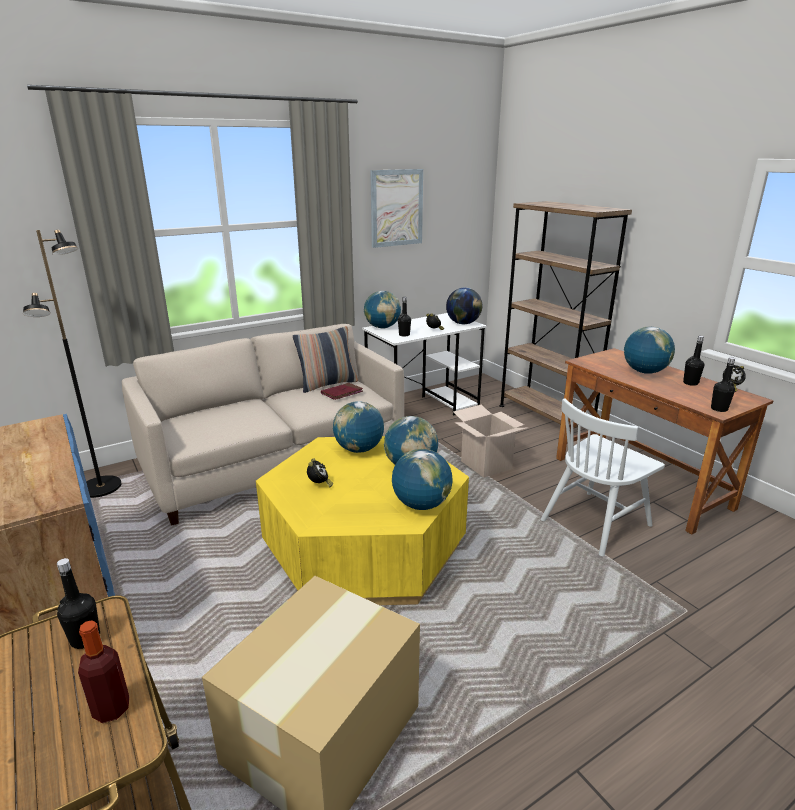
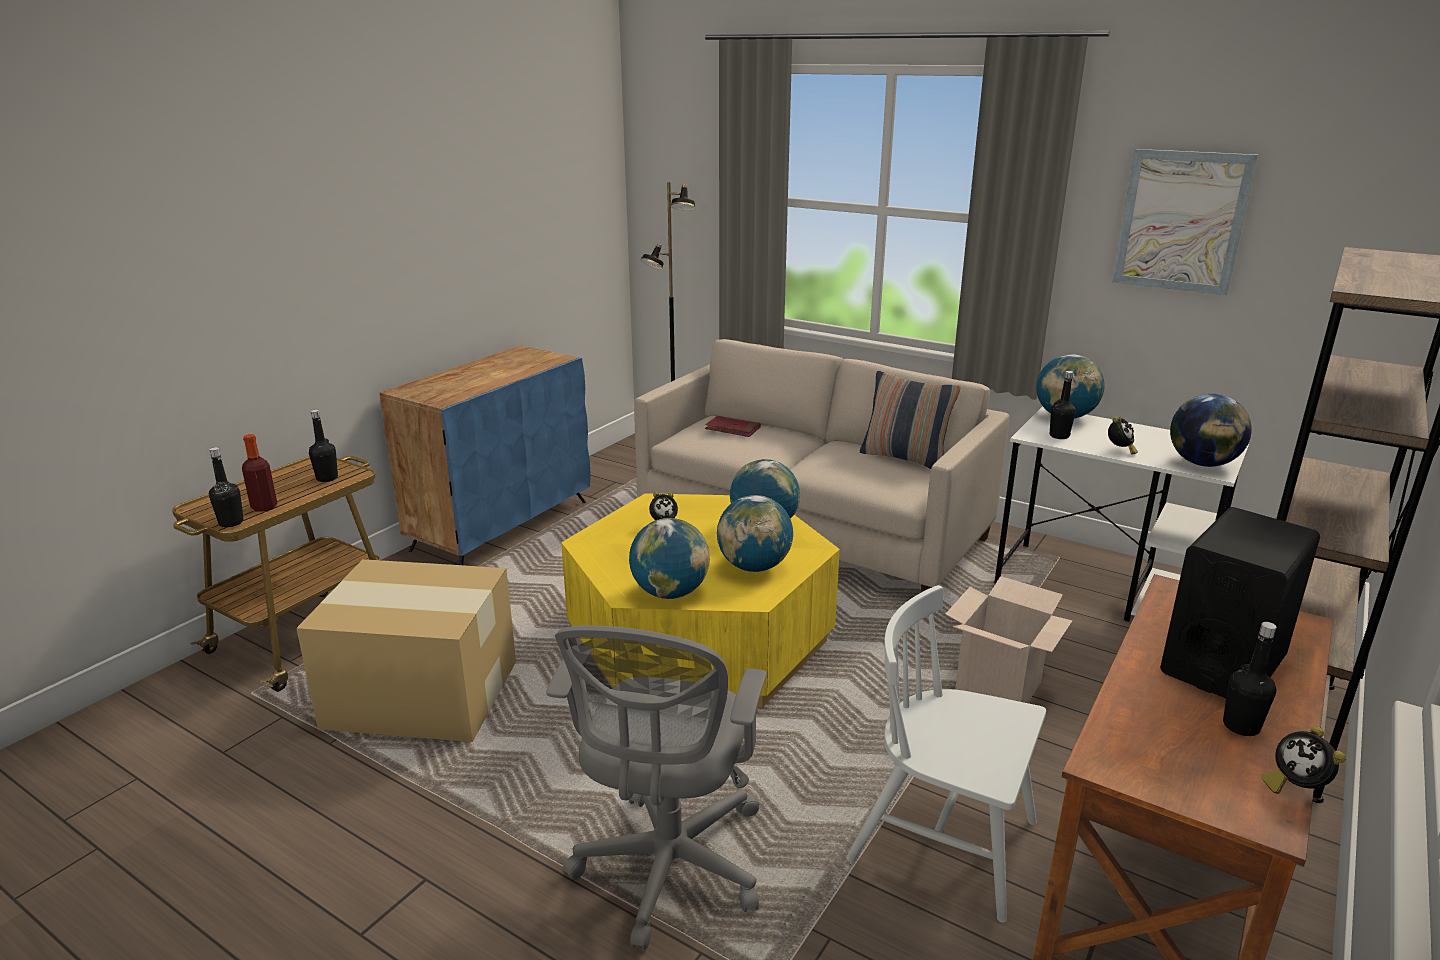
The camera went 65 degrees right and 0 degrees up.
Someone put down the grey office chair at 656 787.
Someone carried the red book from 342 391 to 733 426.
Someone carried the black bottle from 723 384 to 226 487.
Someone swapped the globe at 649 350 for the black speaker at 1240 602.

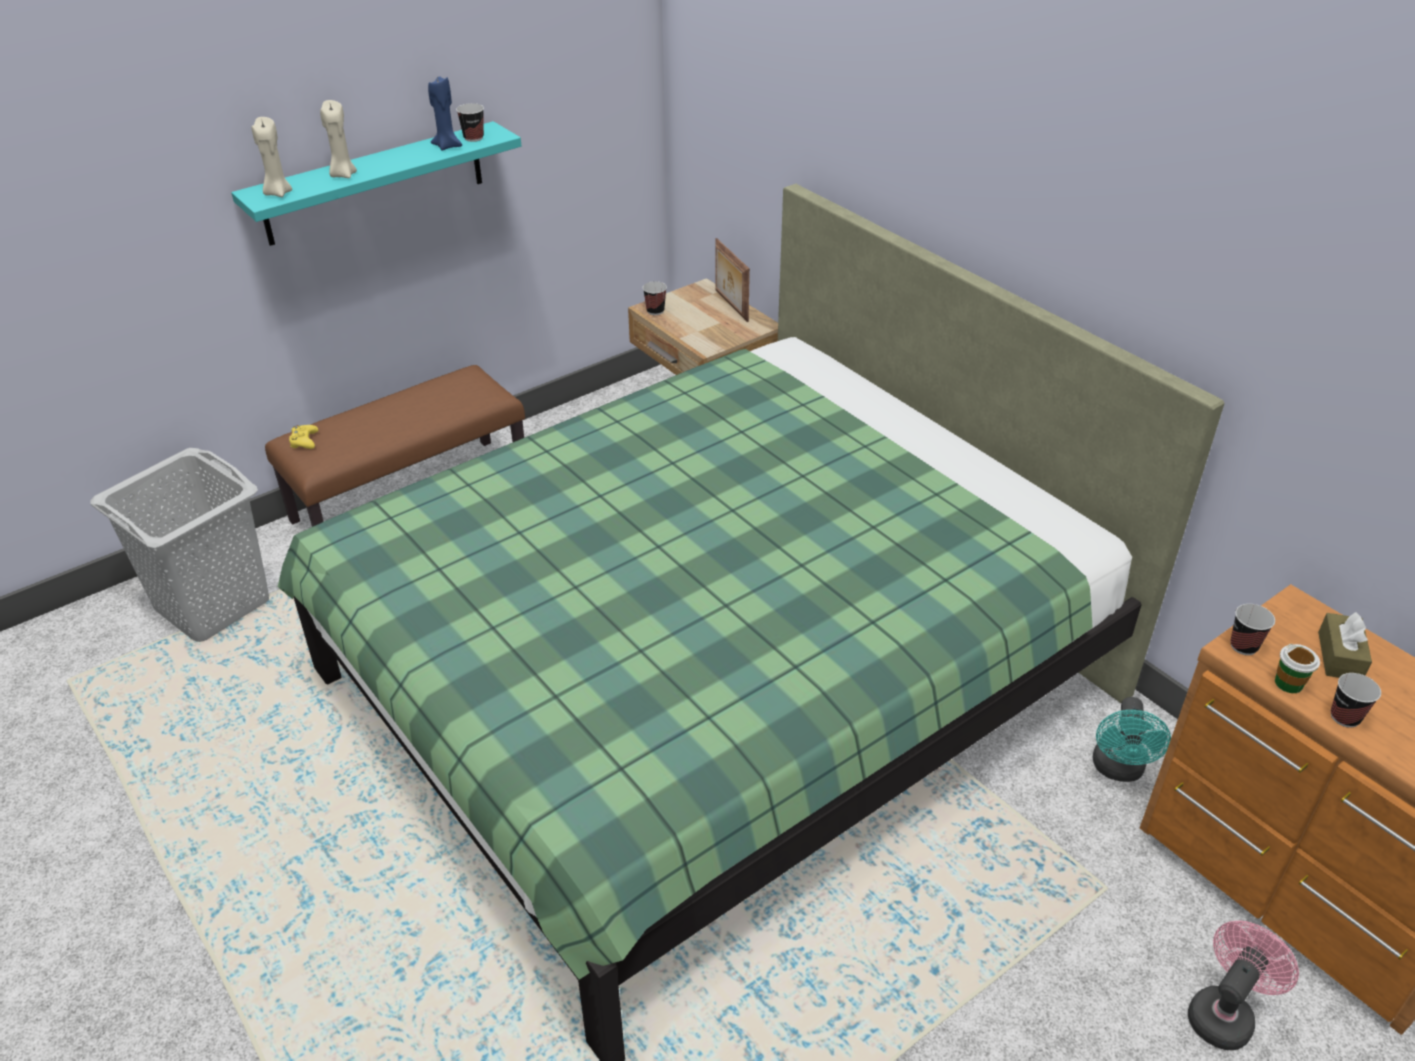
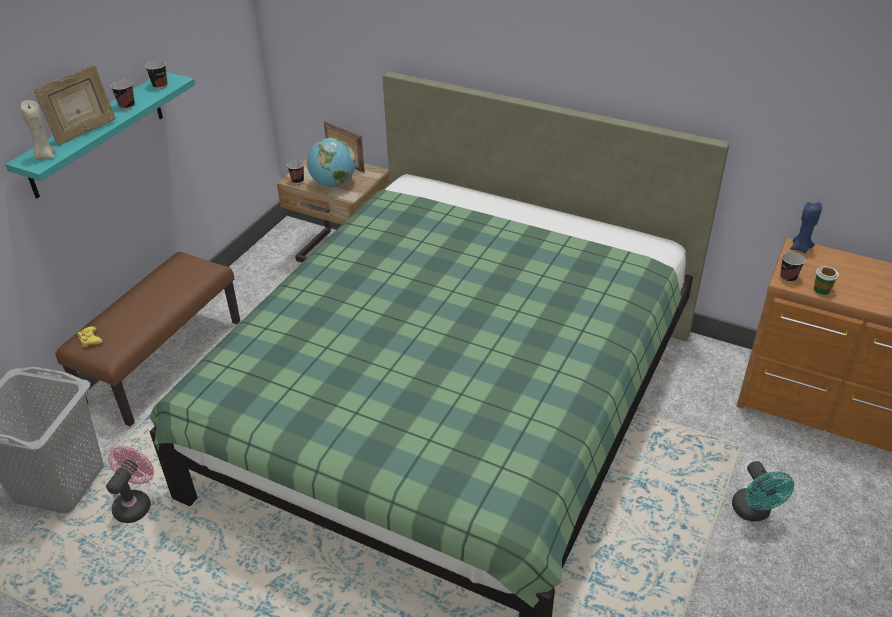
The camera went 25 degrees left and 0 degrees up.
Someone took away the brown tissue box at 1345 645.
Someone put down the globe at 331 162.
Someone carried the blue candle from 445 113 to 806 227.
Someone carried the turquoise fan from 1132 739 to 763 491.
Someone carried the pink fan from 1243 985 to 130 484.
Someone carried the cup from 1356 700 to 123 94.
Someone swapped the beige candle at 338 139 for the picture frame at 75 105.

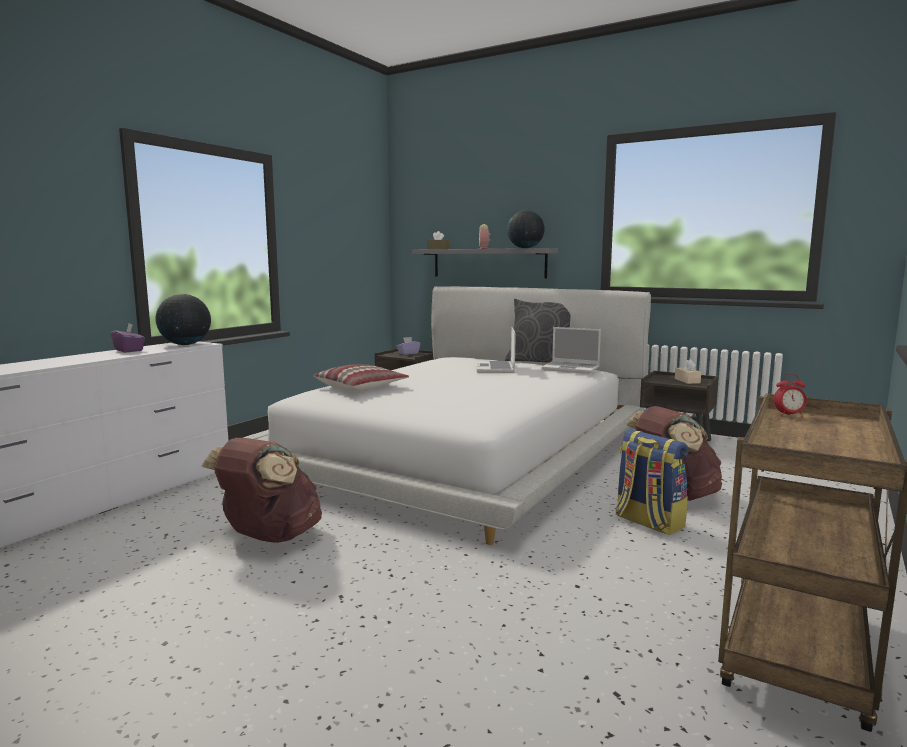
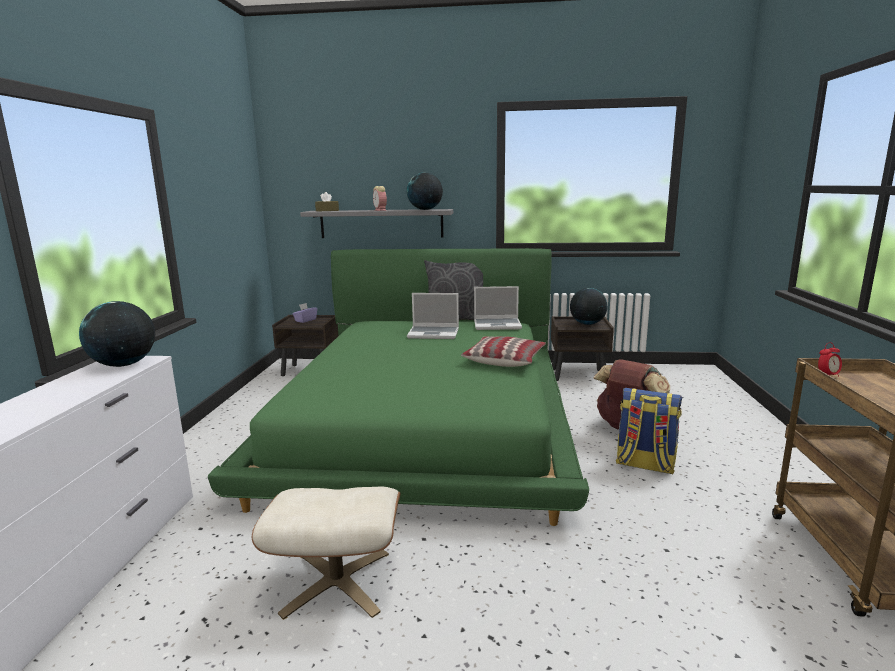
The camera went 25 degrees left and 5 degrees up.
Someone took away the purple tissue box at 128 338.
Someone carried the pillow from 361 378 to 503 351.
Someone swapped the brown backpack at 262 490 for the beige ottoman at 326 553.
Someone swapped the beige tissue box at 688 371 for the globe at 589 306.
Someone repainted the white bed at 452 415, which became the green bed at 398 387.
Someone rotated the laptop at 496 350 by 60 degrees counterclockwise.

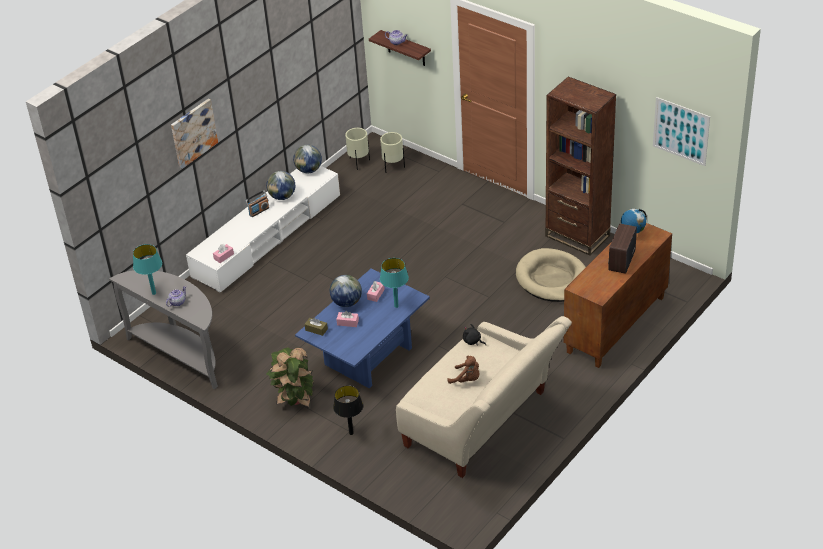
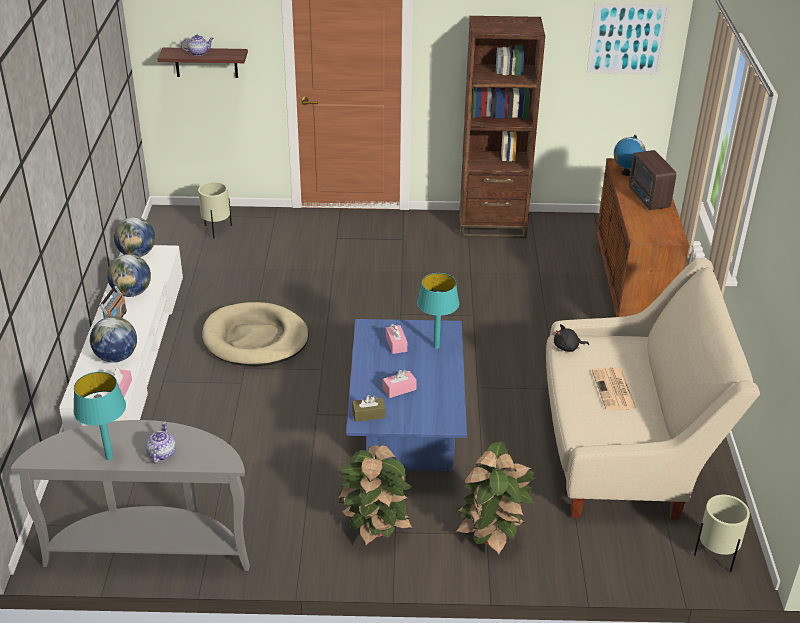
The camera went 40 degrees left and 5 degrees down.
Someone took away the picture at 194 134.
Someone carried the globe from 346 291 to 113 339.
Someone carried the beige planter from 357 149 to 722 533.
Someone carried the beige dog bed from 551 275 to 255 334.
Someone swapped the black table lamp at 348 410 for the potted plant at 495 498.
Someone swapped the brown plush toy at 463 370 for the newspaper at 614 388.

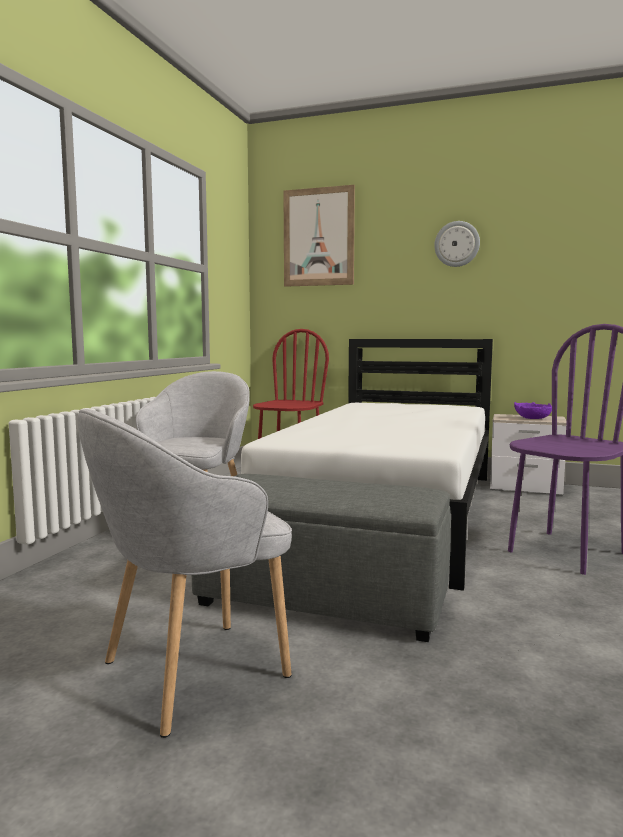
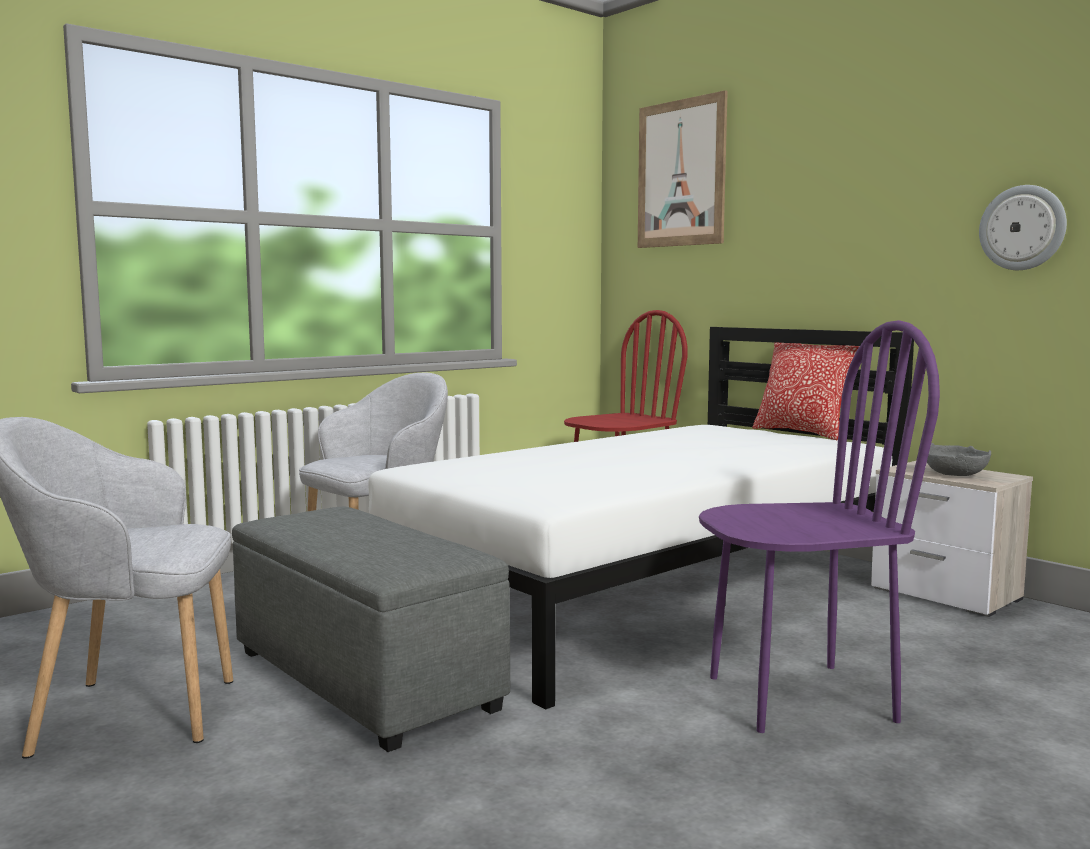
The camera went 30 degrees right and 0 degrees up.
Someone put down the pillow at 806 391.
Someone carried the wall clock from 457 244 to 1023 227.
Someone repainted the purple bowl at 533 410, which became the grey bowl at 959 459.

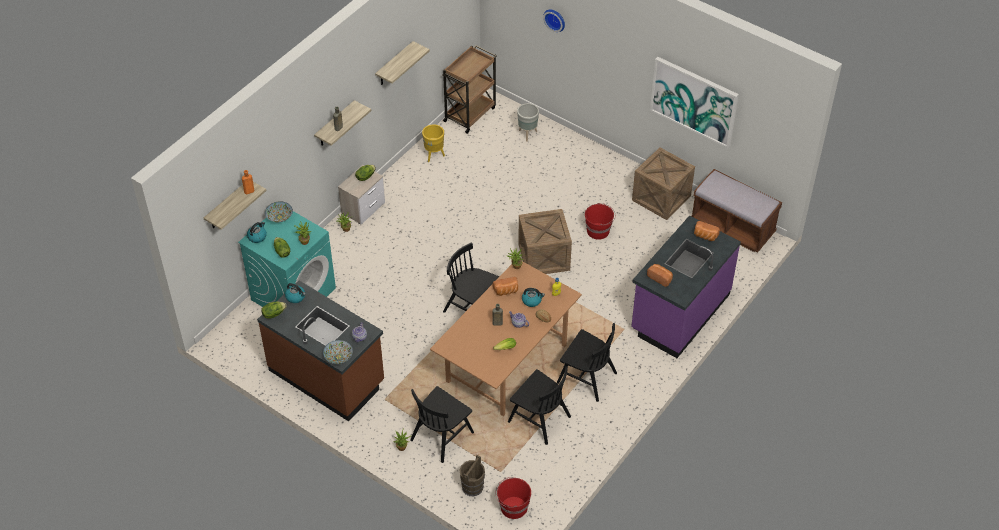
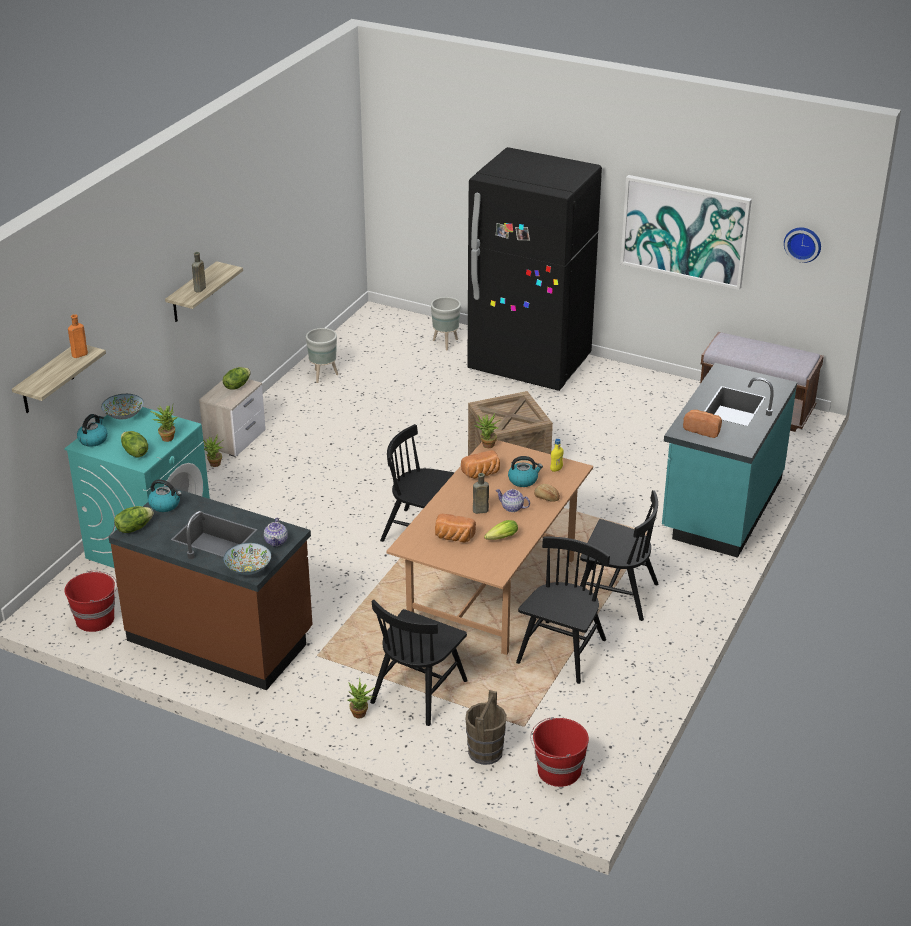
The camera went 10 degrees left and 15 degrees down.
Someone took away the shelf at 402 63.
Someone took away the brown cart at 469 89.
Someone took away the crate at 663 184.
Someone put down the black fridge at 534 269.
Someone carried the wall clock from 554 20 to 802 245.
Someone carried the red bucket from 600 221 to 91 601.
Someone carried the bread from 707 231 to 455 528.
Someone repainted the yellow planter at 433 143, which became the grey planter at 322 355.
Someone repainted the purple counter at 686 286, which became the turquoise counter at 729 460.
Someone rotated the black chair at 539 405 by 90 degrees counterclockwise.

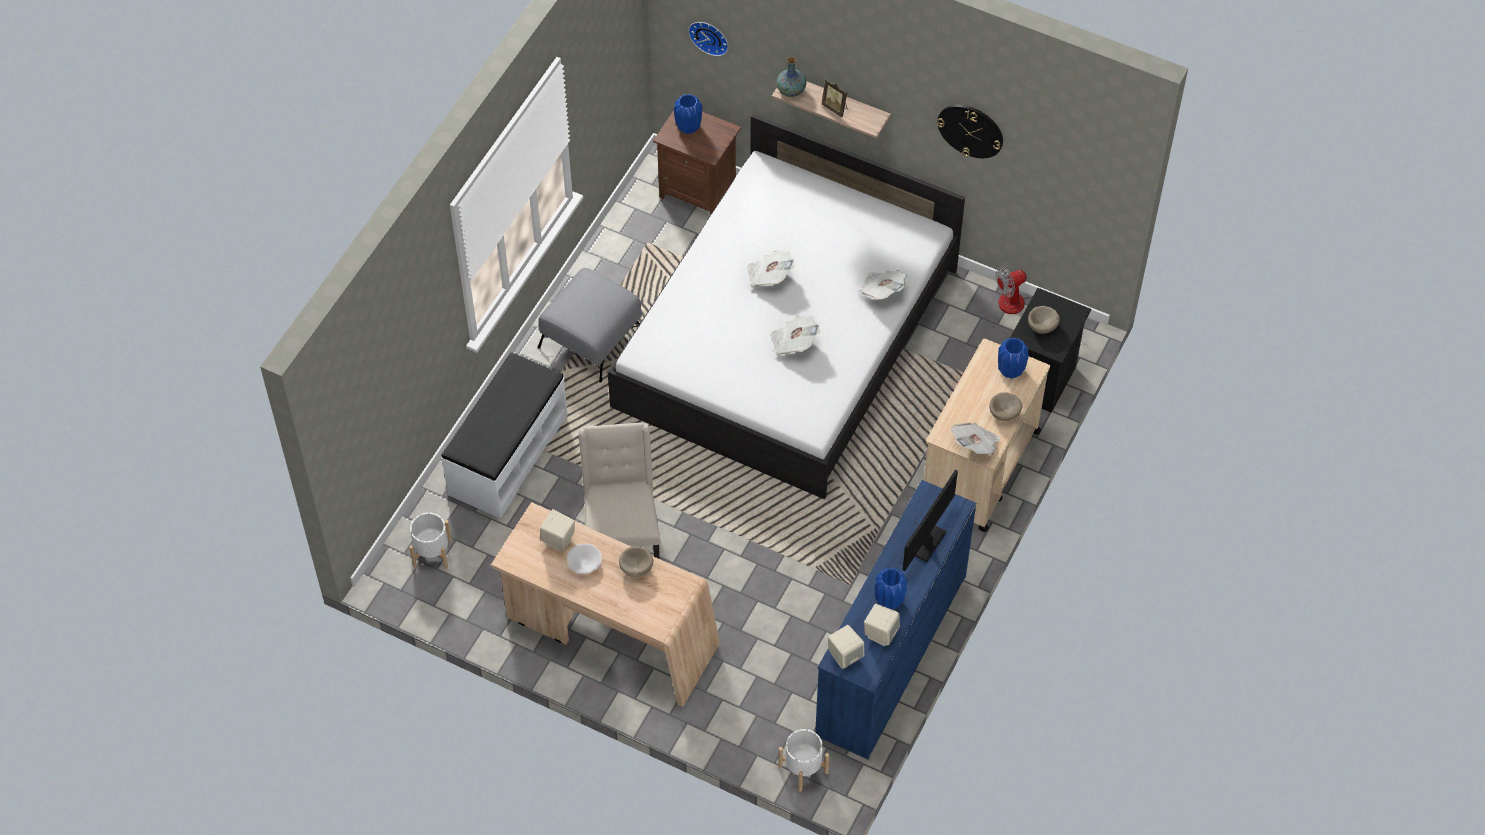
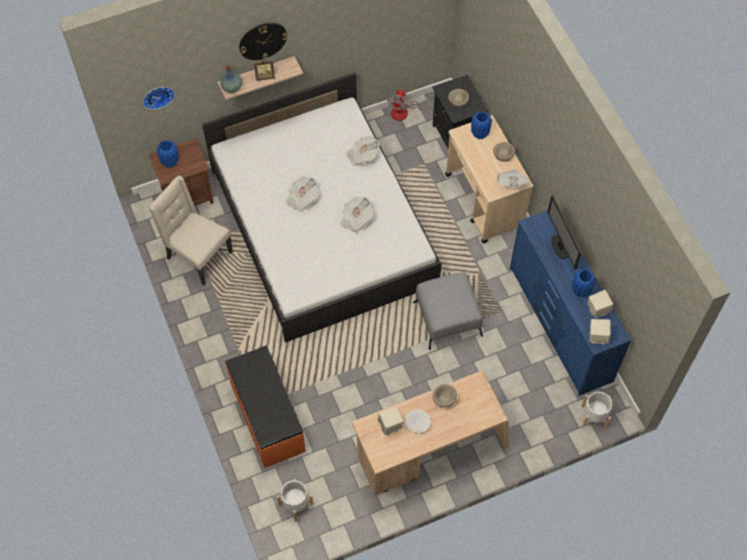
The camera went 50 degrees left and 5 degrees up.
Someone carried the grey ottoman from 590 325 to 448 311.
Someone carried the beige chair from 619 491 to 191 230.
Someone carried the wall clock from 970 131 to 263 41.
Someone repainted the white bench at 504 435, which became the orange bench at 265 407.

